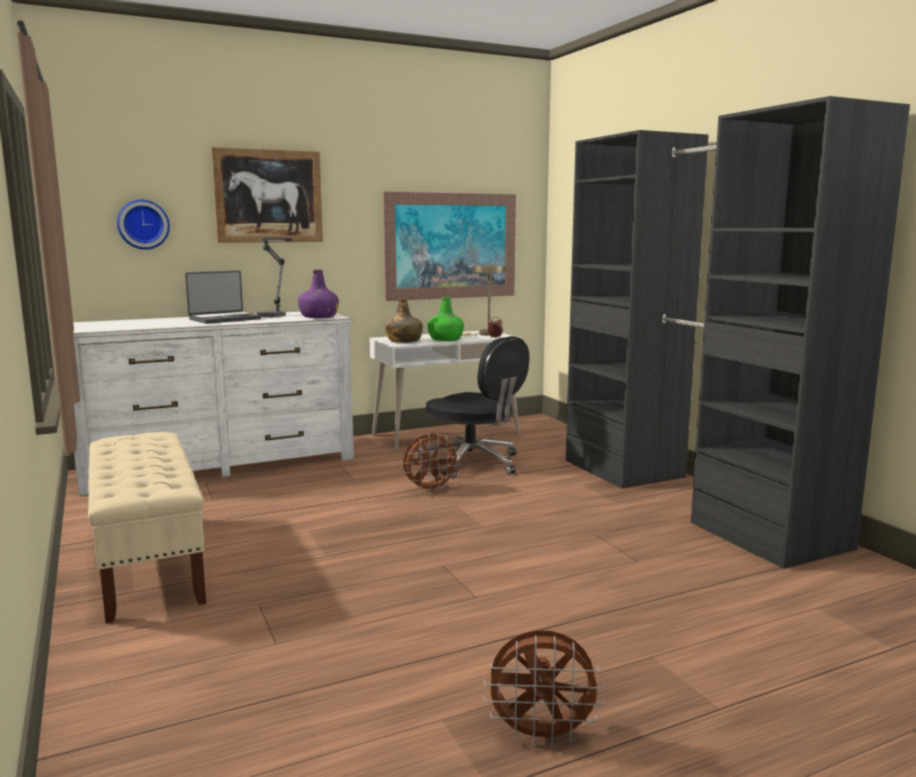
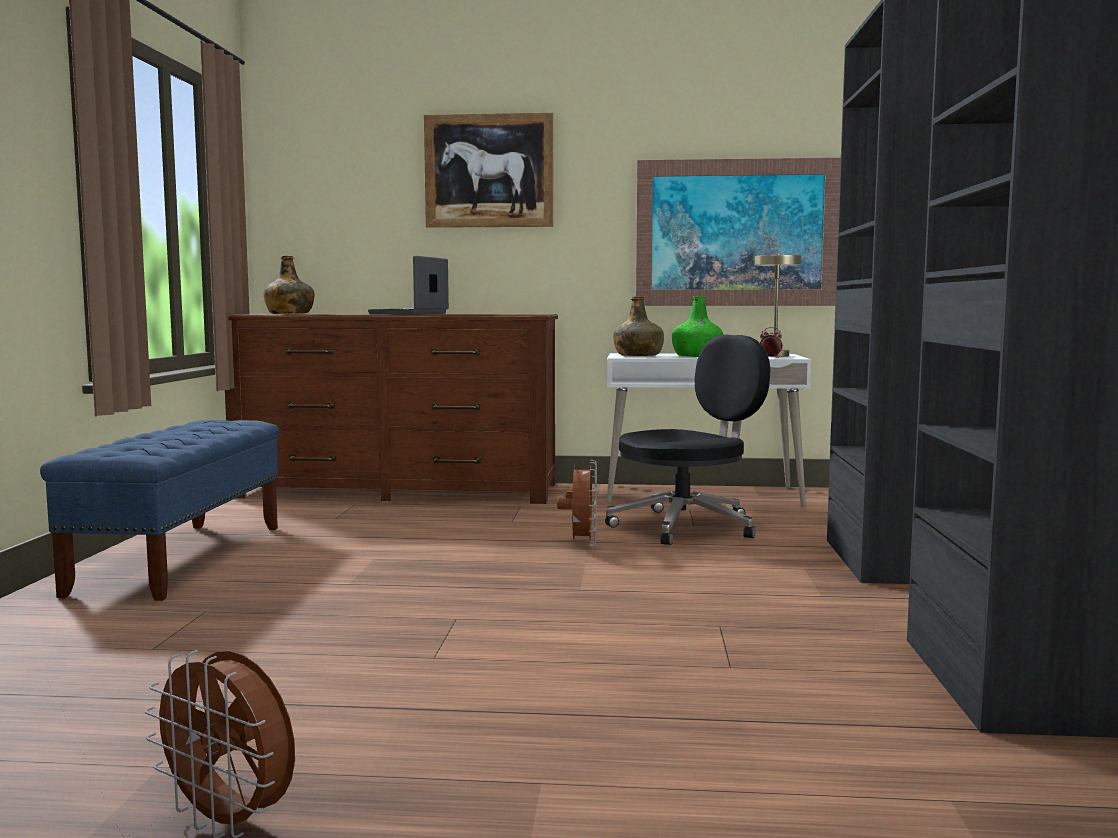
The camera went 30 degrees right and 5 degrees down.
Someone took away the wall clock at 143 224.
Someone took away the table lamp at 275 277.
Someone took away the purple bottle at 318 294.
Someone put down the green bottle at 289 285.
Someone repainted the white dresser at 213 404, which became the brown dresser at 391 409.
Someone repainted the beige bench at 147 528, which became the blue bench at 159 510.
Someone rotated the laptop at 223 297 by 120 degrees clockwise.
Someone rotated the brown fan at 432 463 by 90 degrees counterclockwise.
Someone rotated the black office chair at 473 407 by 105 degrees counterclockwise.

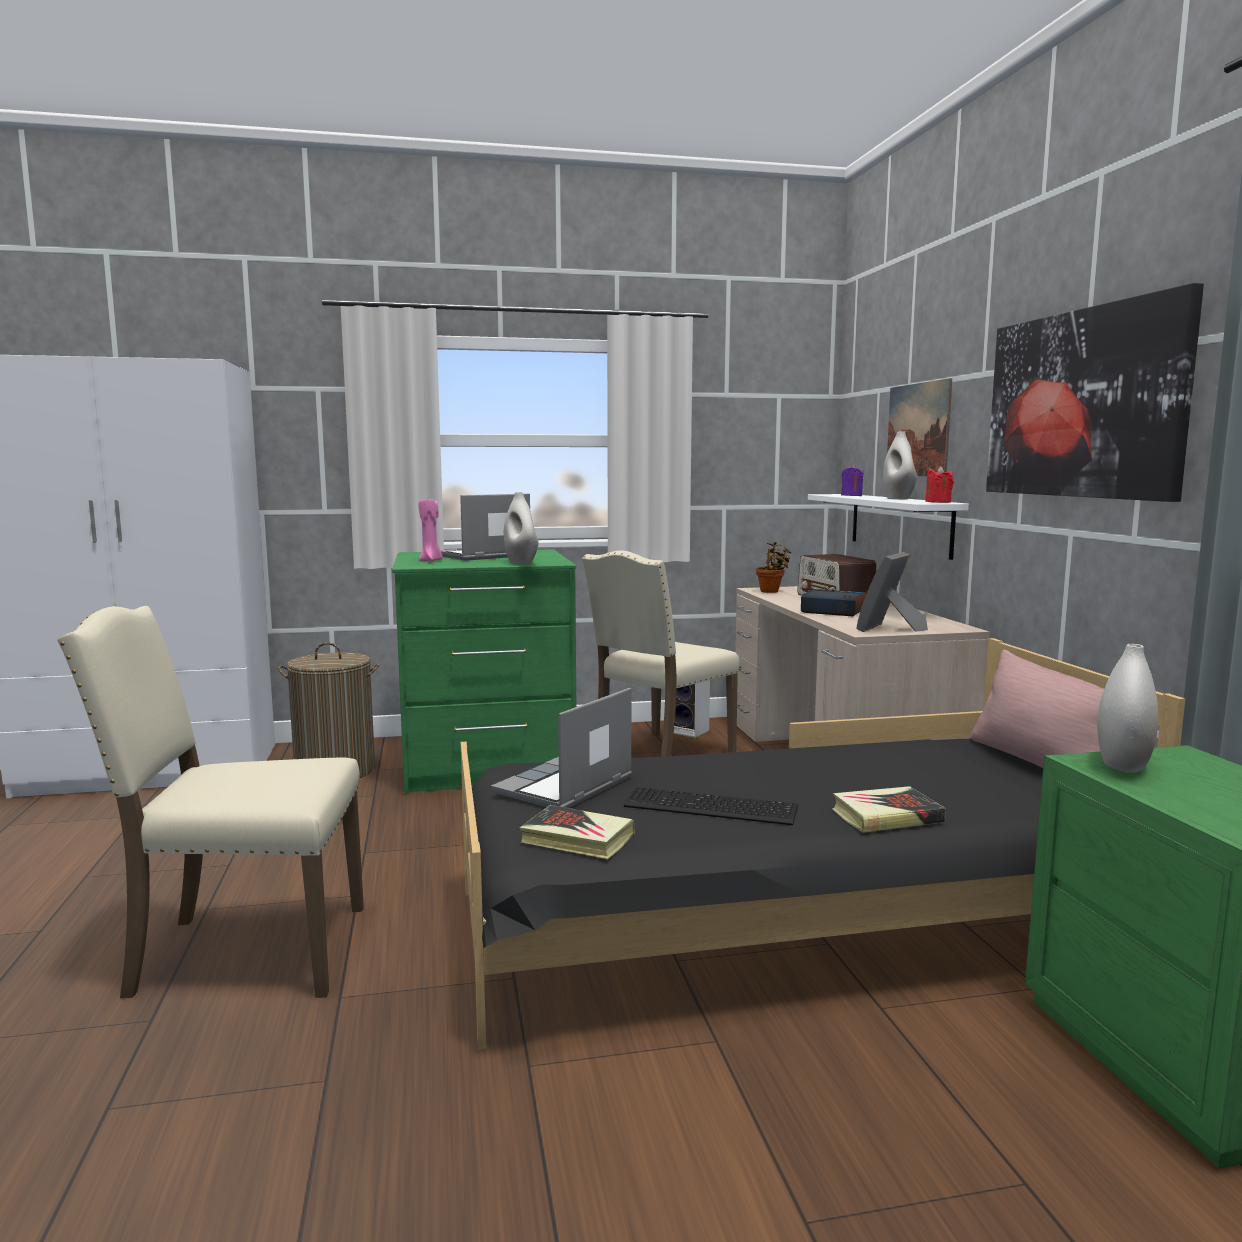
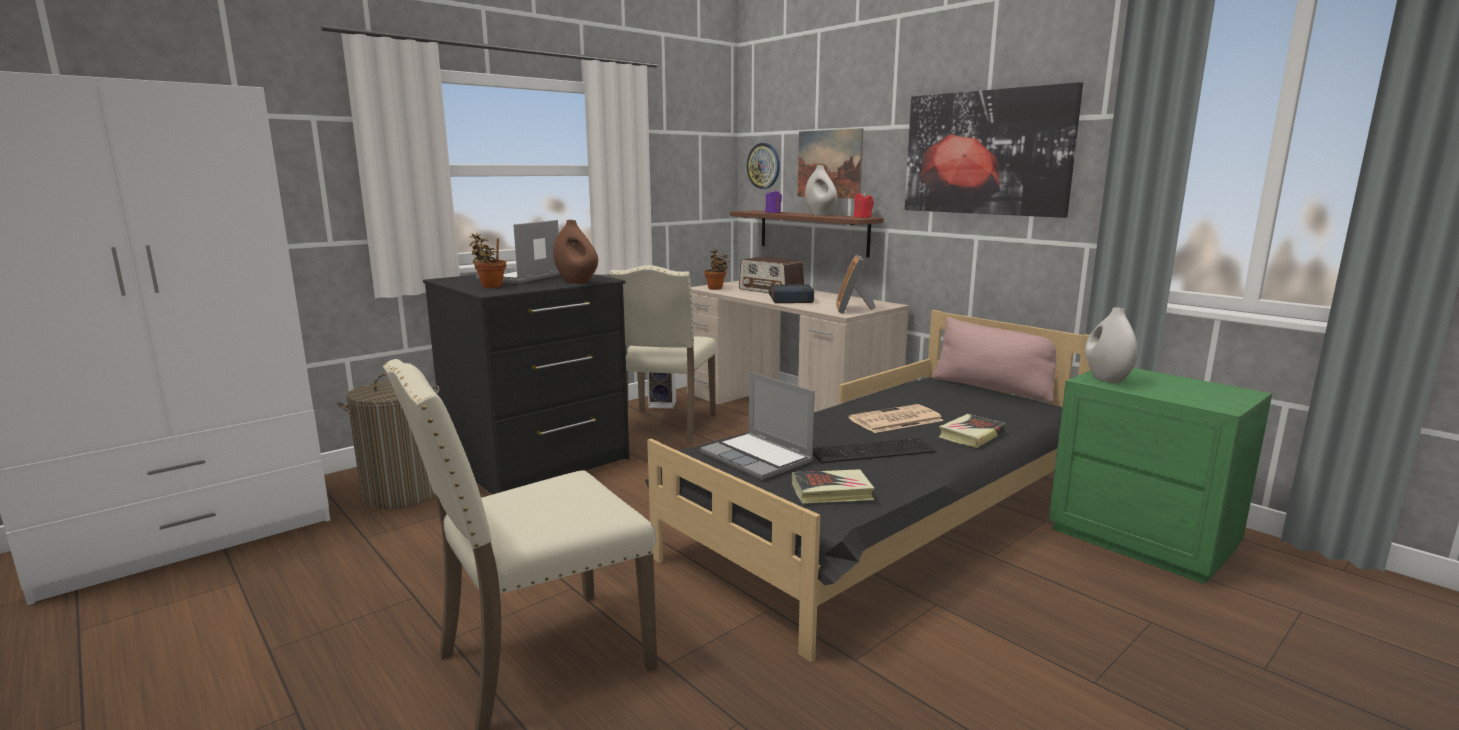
The camera went 30 degrees left and 5 degrees up.
Someone put up the wall clock at 763 166.
Someone put down the newspaper at 896 418.
Someone swapped the pink candle at 430 530 for the potted plant at 488 260.
Someone repainted the green dresser at 484 671, which became the black dresser at 526 384.
Someone repainted the white vase at 521 528, which became the brown vase at 575 252.
Someone repainted the white shelf at 888 527, which became the brown shelf at 807 234.
Someone rotated the laptop at 561 748 by 45 degrees counterclockwise.

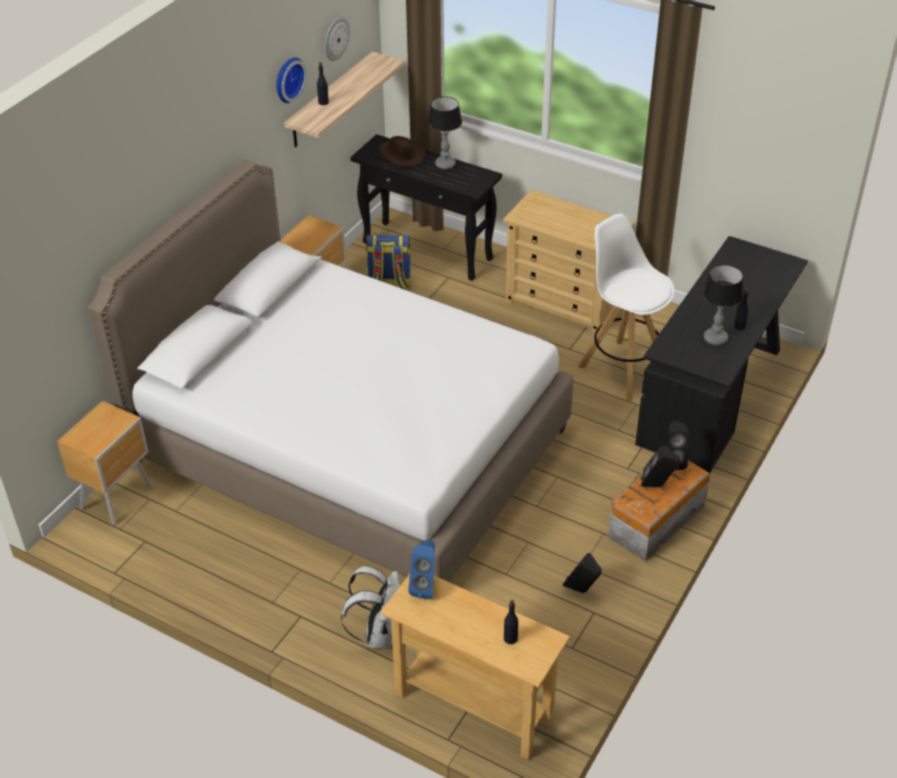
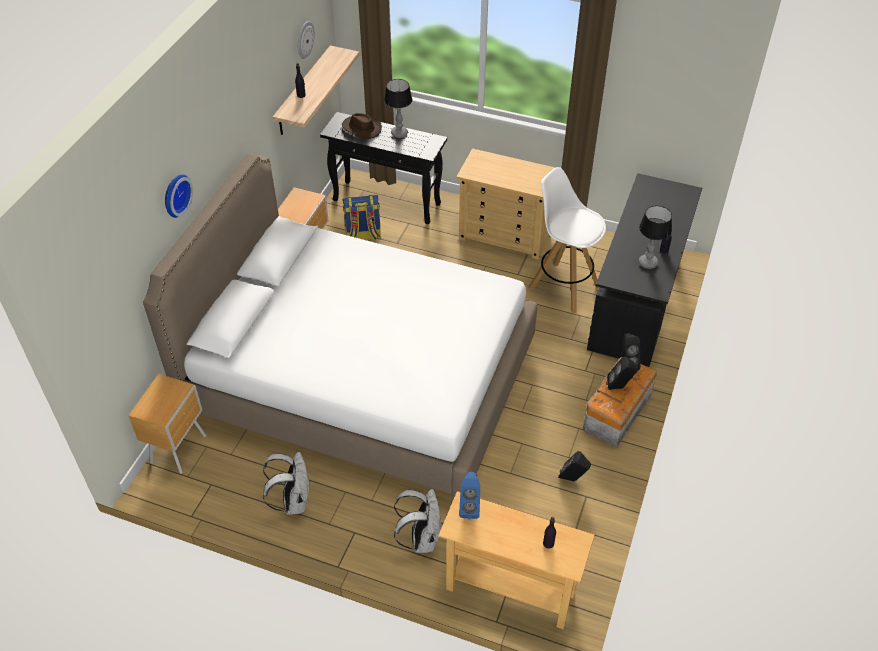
The camera went 10 degrees left and 5 degrees up.
Someone put down the white backpack at 286 483.
Someone carried the wall clock from 291 80 to 179 196.

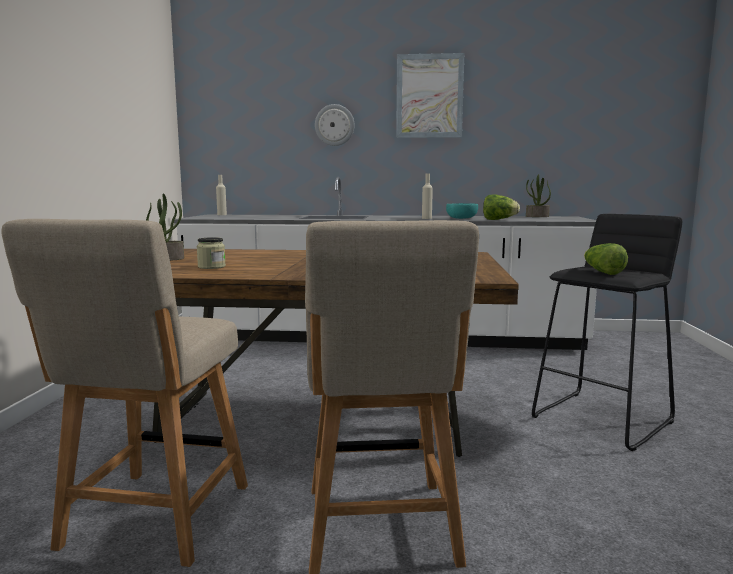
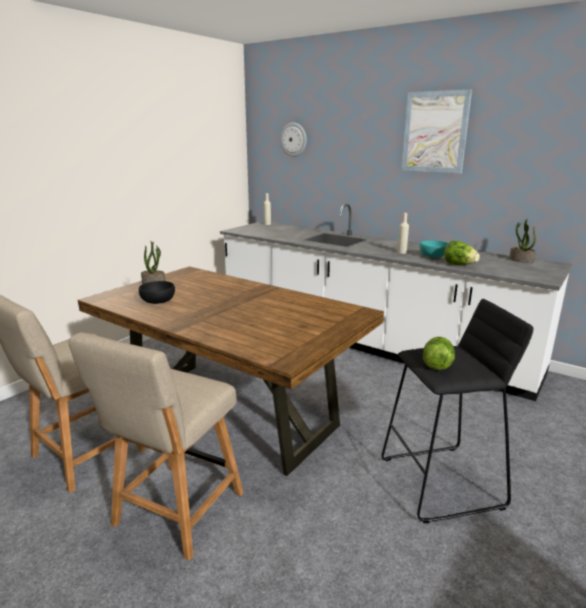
The camera went 30 degrees right and 10 degrees up.
Someone carried the wall clock from 335 125 to 293 139.
Someone swapped the jar at 211 253 for the black bowl at 157 292.

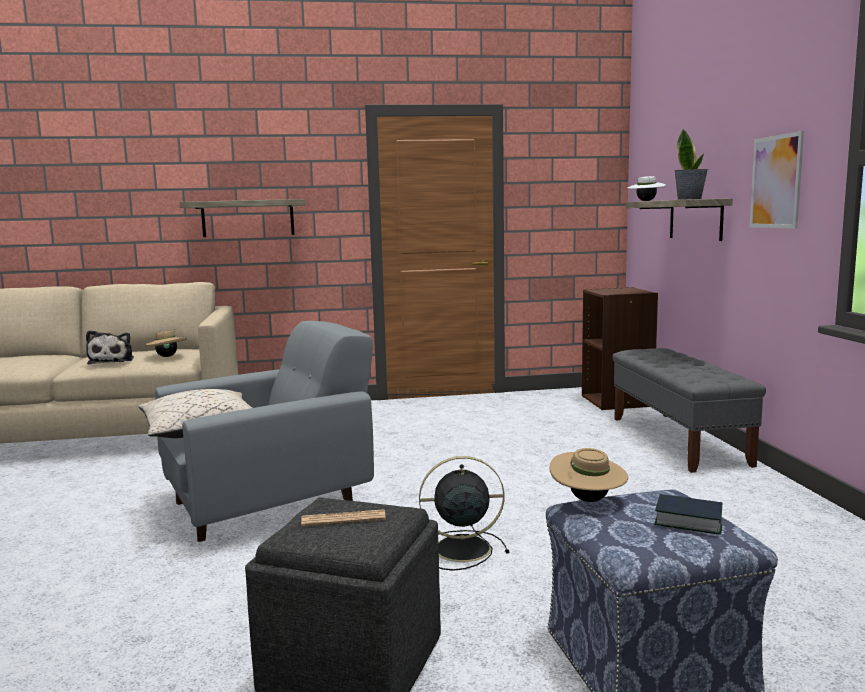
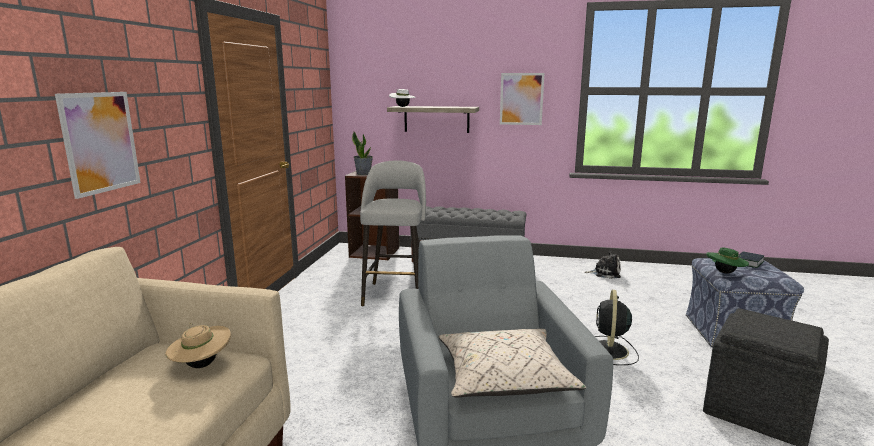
The camera went 70 degrees left and 5 degrees up.
Someone took away the newspaper at 343 517.
Someone put down the grey stool at 393 233.
Someone carried the plush toy from 110 347 to 602 265.
Someone carried the potted plant from 691 164 to 362 153.
Someone swapped the shelf at 242 218 for the picture at 98 145.
Someone repainted the beige hat at 589 475, which became the green hat at 727 261.

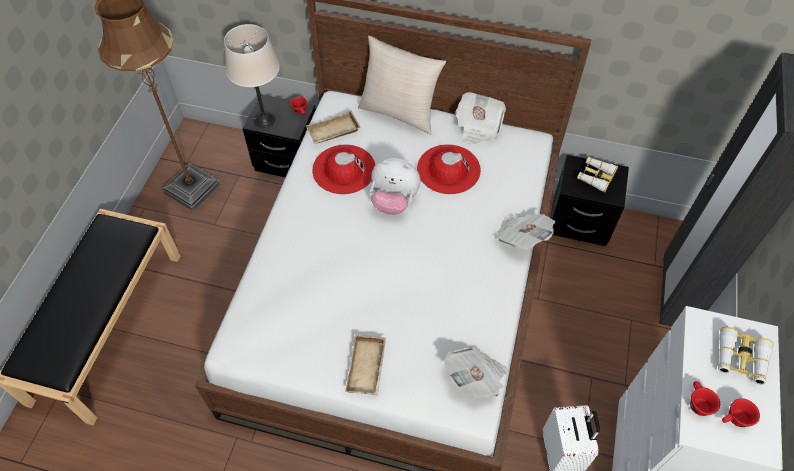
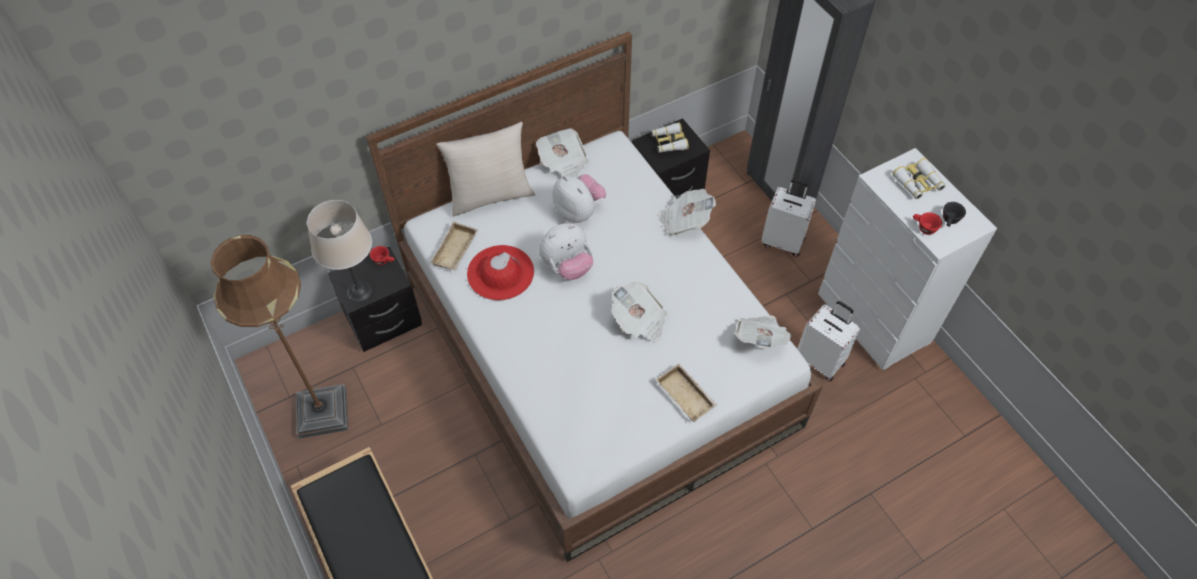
The camera went 45 degrees left and 0 degrees up.
Someone put down the newspaper at 639 312.
Someone put down the white suitcase at 788 218.
Someone swapped the red hat at 449 169 for the plush toy at 579 198.
Someone repainted the red cup at 741 412, which became the black cup at 954 214.

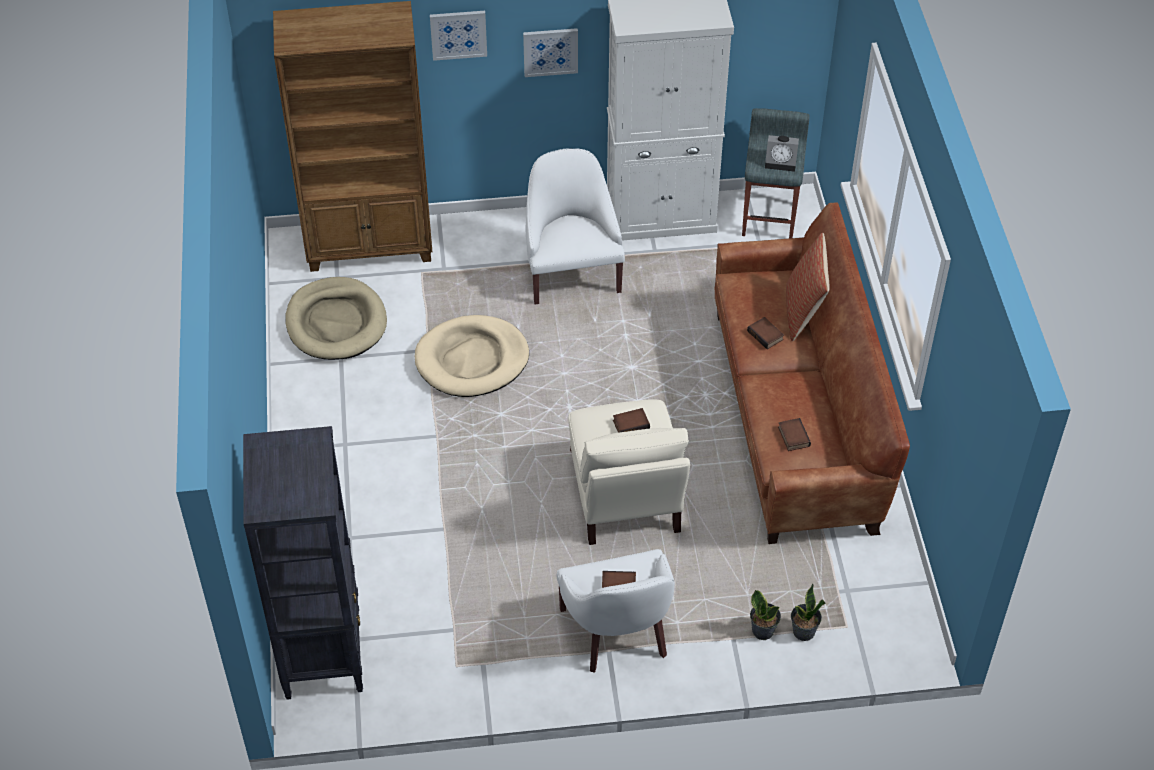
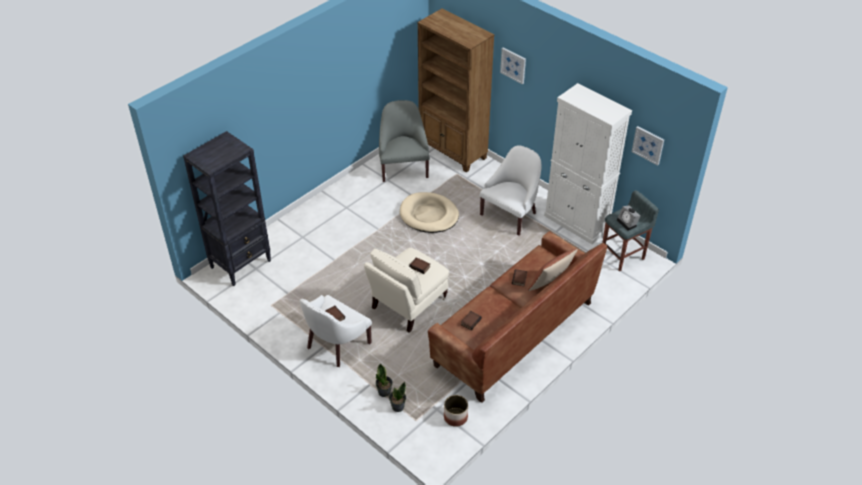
The camera went 50 degrees right and 5 degrees down.
Someone put down the planter at 456 411.
Someone carried the picture from 550 52 to 648 146.
Someone swapped the beige dog bed at 336 318 for the grey armchair at 404 141.

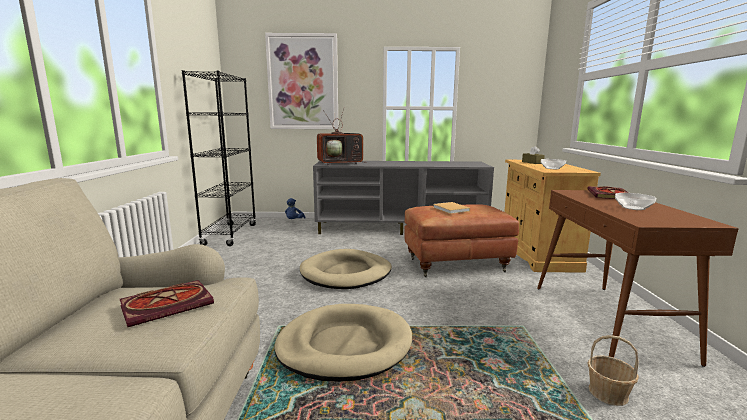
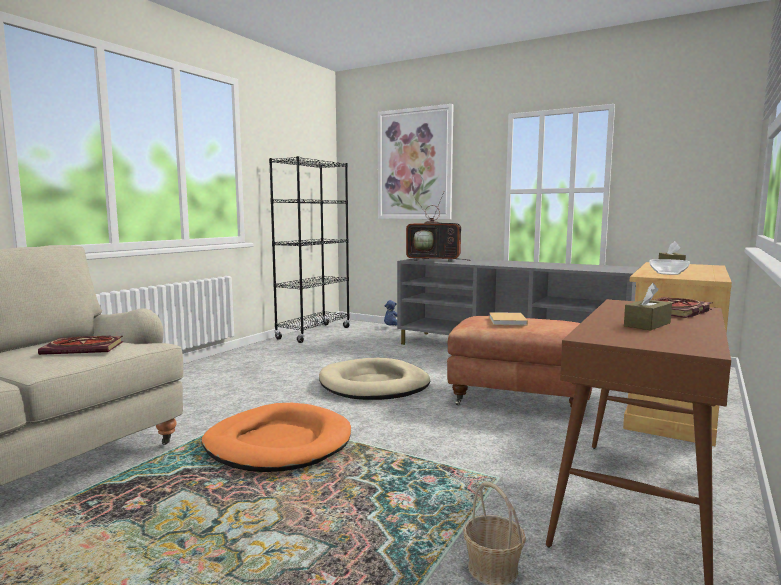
The camera went 30 degrees right and 5 degrees down.
Someone swapped the bowl at 635 201 for the brown tissue box at 648 306.
Someone repainted the beige dog bed at 343 342, which became the orange dog bed at 276 437.

